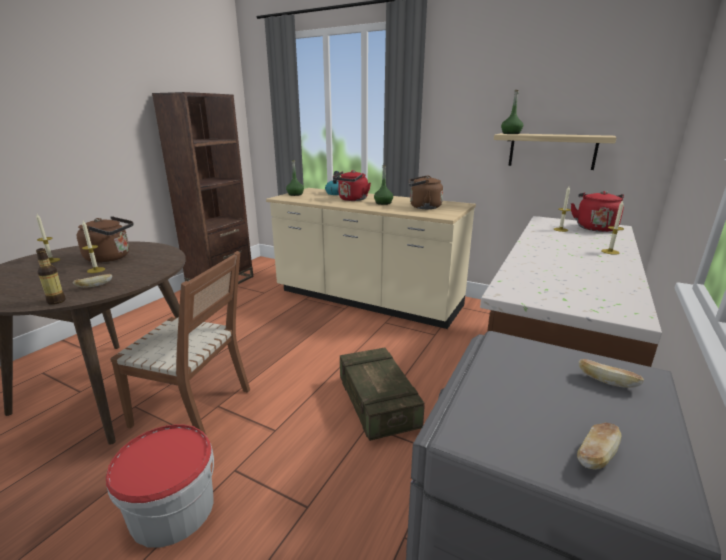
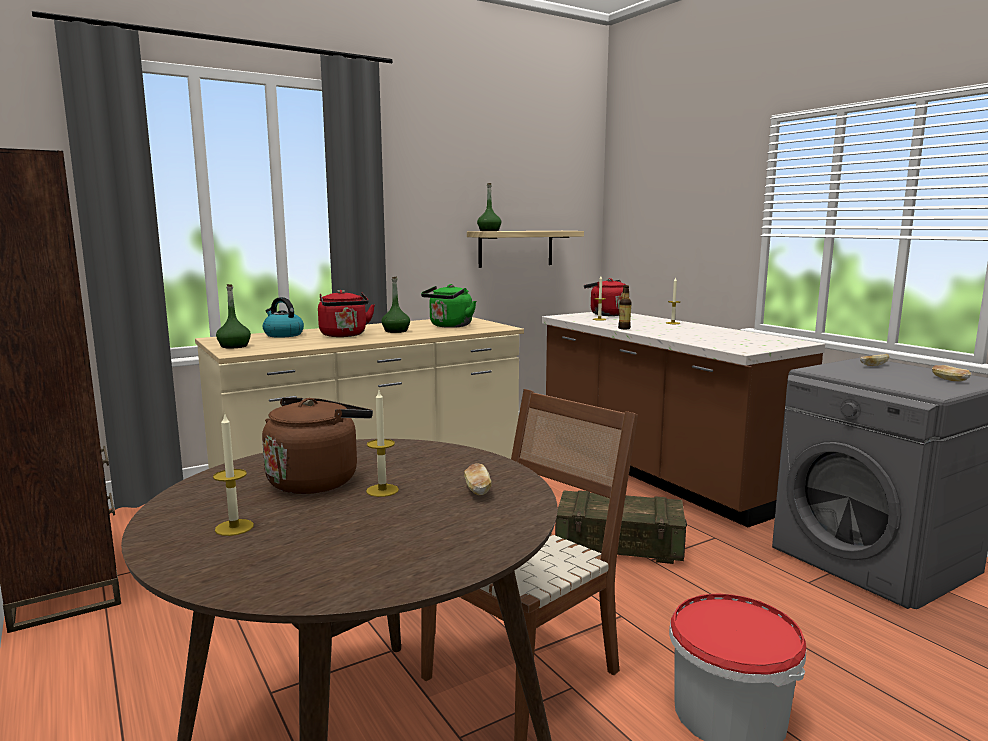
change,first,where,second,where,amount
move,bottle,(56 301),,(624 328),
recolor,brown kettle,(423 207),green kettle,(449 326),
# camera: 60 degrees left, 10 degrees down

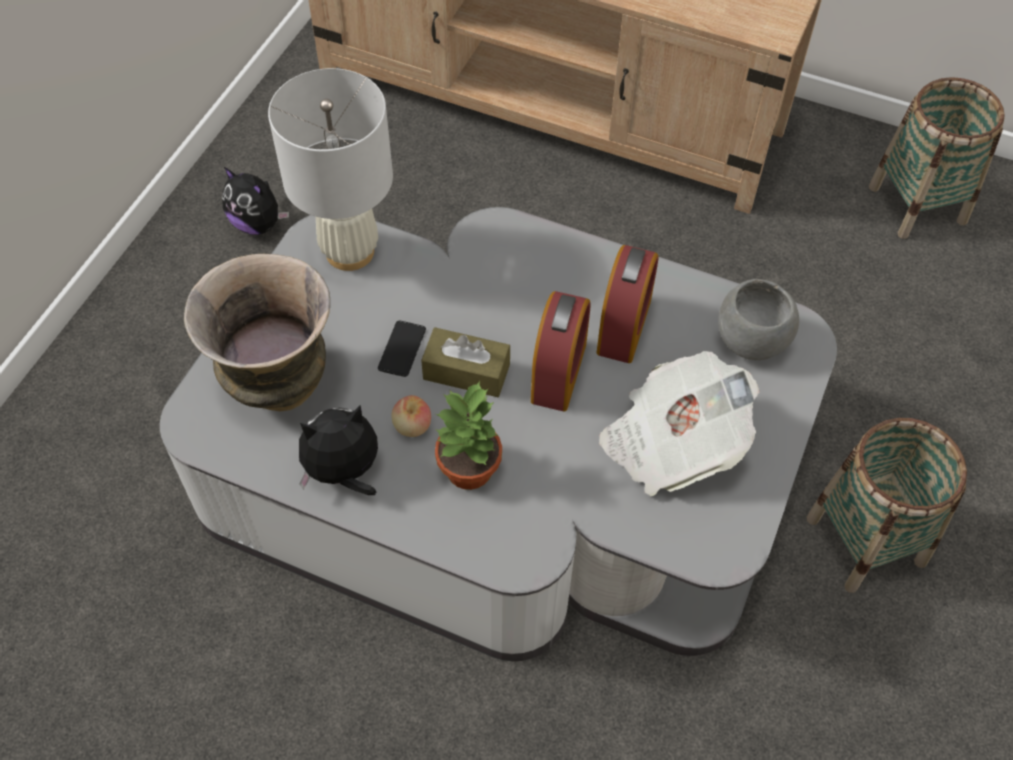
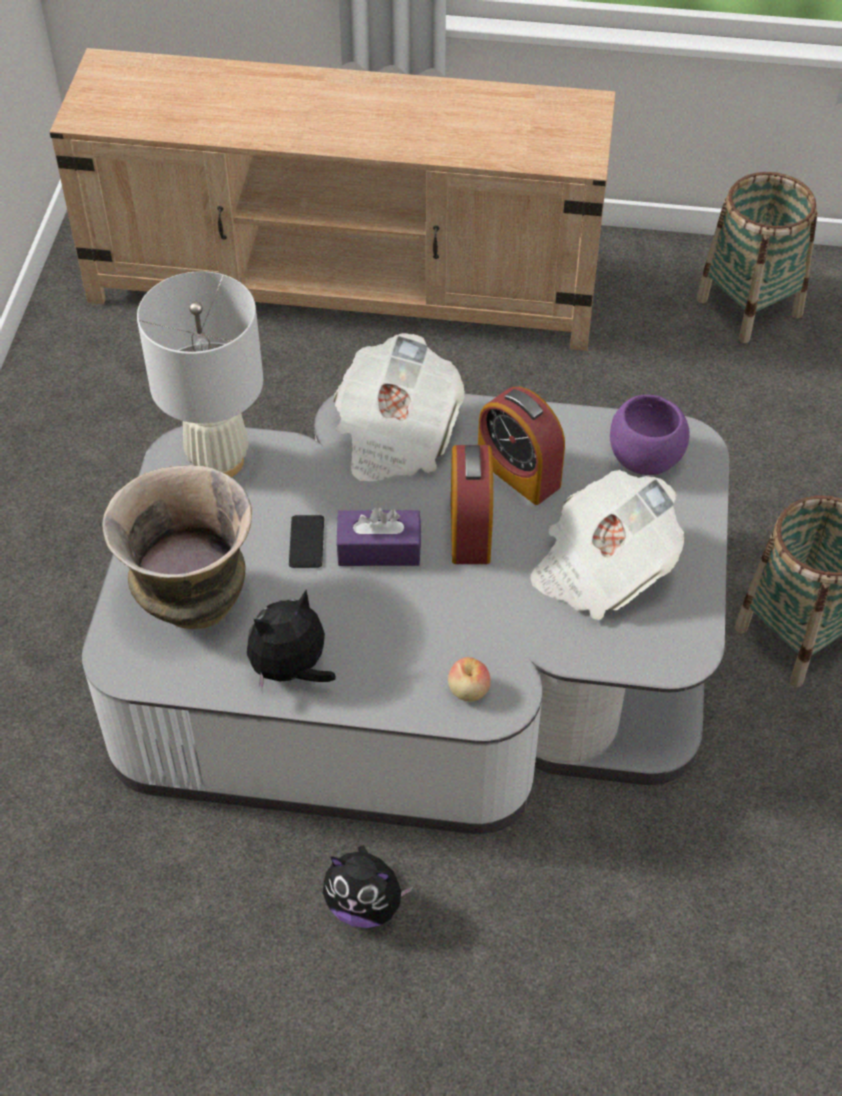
change,first,where,second,where,amount
delete,potted plant,(470 470),,,
insert,,,newspaper,(395 436),
move,plush toy,(258 223),,(365 905),
move,apple,(412 426),,(468 691),
recolor,brown tissue box,(466 372),purple tissue box,(379 549),
recolor,grey bowl,(751 341),purple bowl,(645 459),
rotate,alarm clock,(624 326),,(518 472),135 degrees clockwise
# camera: 15 degrees left, 5 degrees down

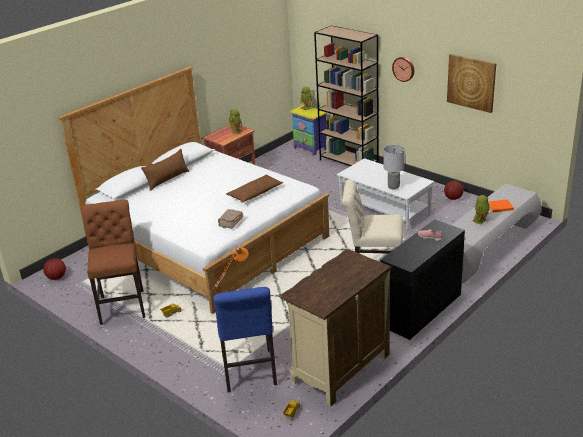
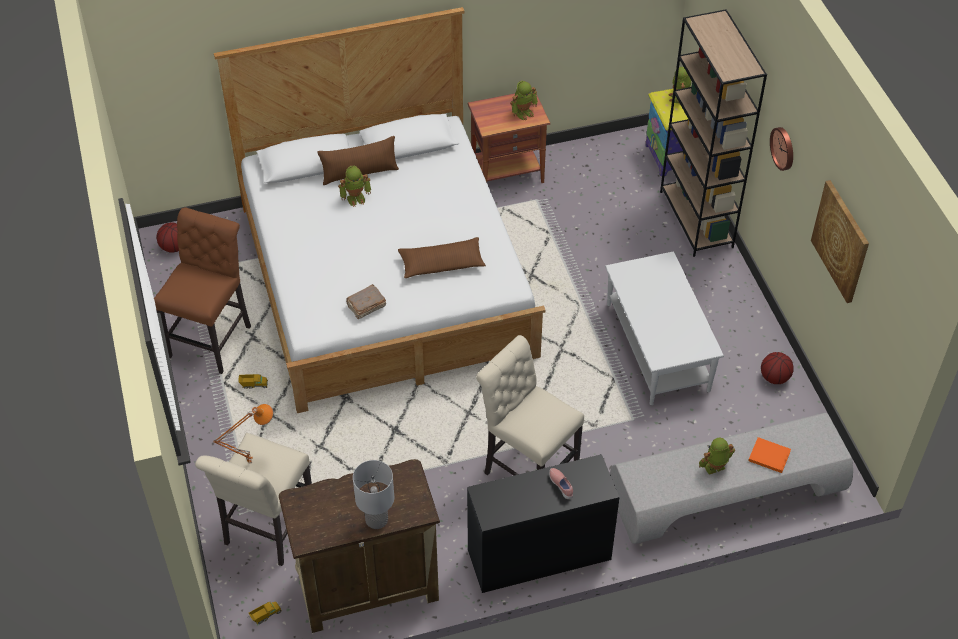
change,first,where,second,where,amount
insert,,,toy robot,(356 198),
move,grey table lamp,(393 187),,(377 521),
recolor,blue stool,(249 373),beige stool,(266 531),
# camera: 30 degrees right, 20 degrees up

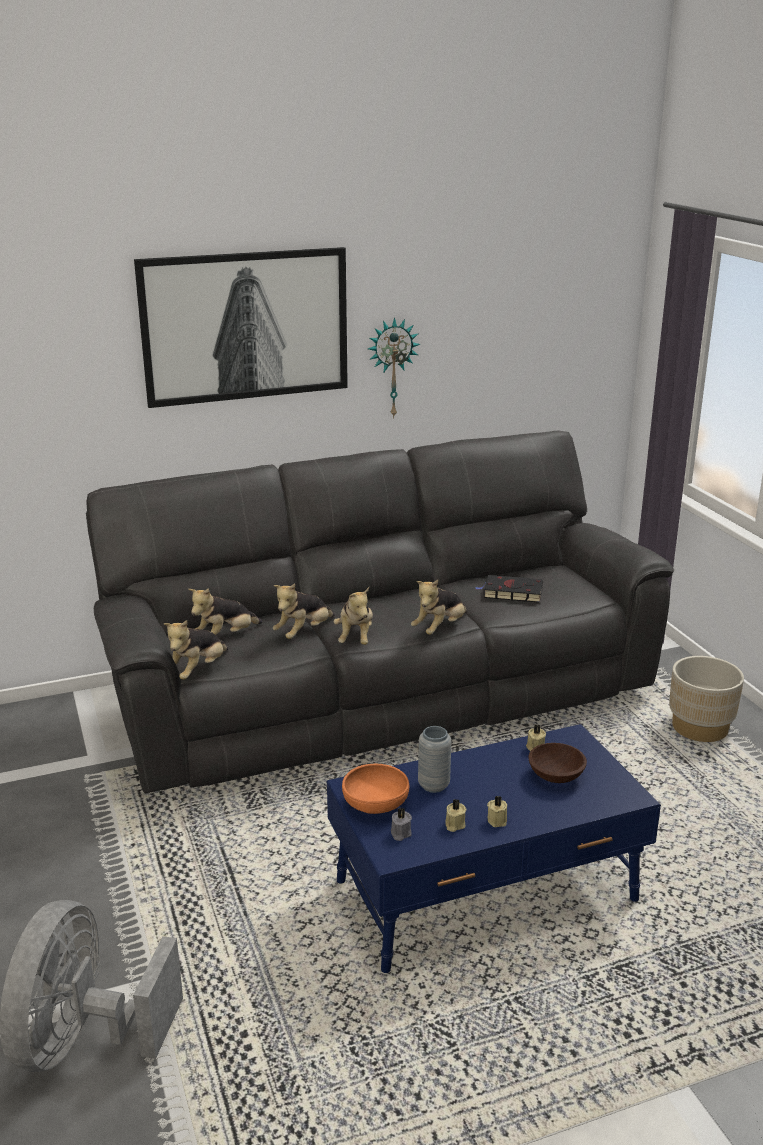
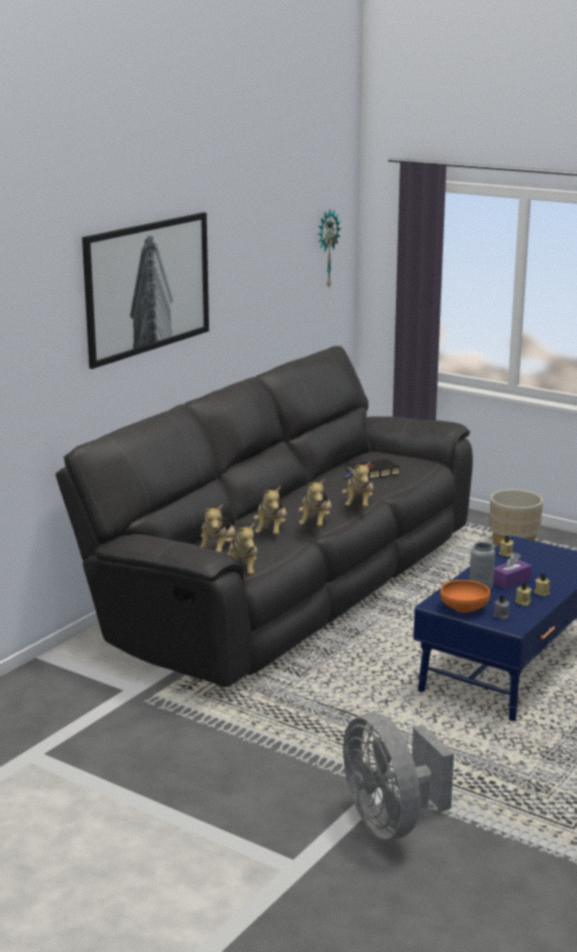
change,first,where,second,where,amount
delete,brown bowl,(557 776),,,
insert,,,purple tissue box,(510 581),
move,wall clock,(392 367),,(326 248),
rotate,plush toy,(355 637),,(316 524),45 degrees clockwise
# camera: 35 degrees left, 5 degrees down

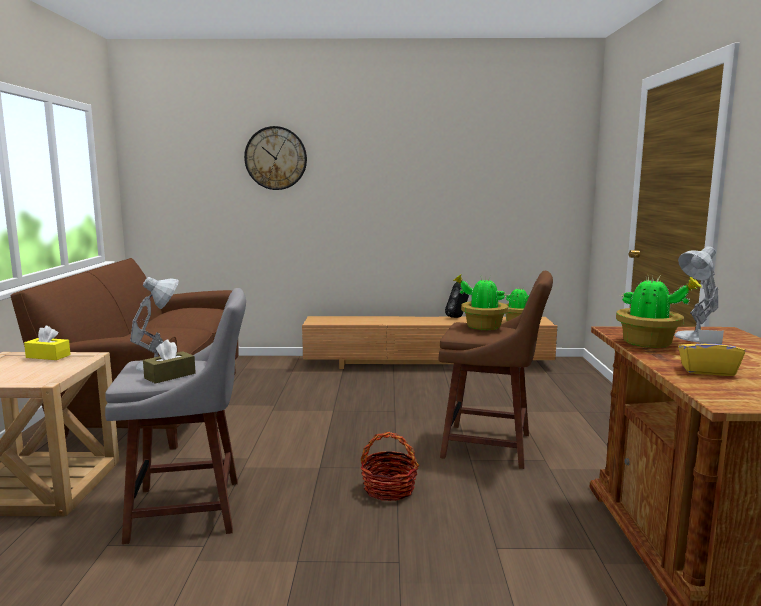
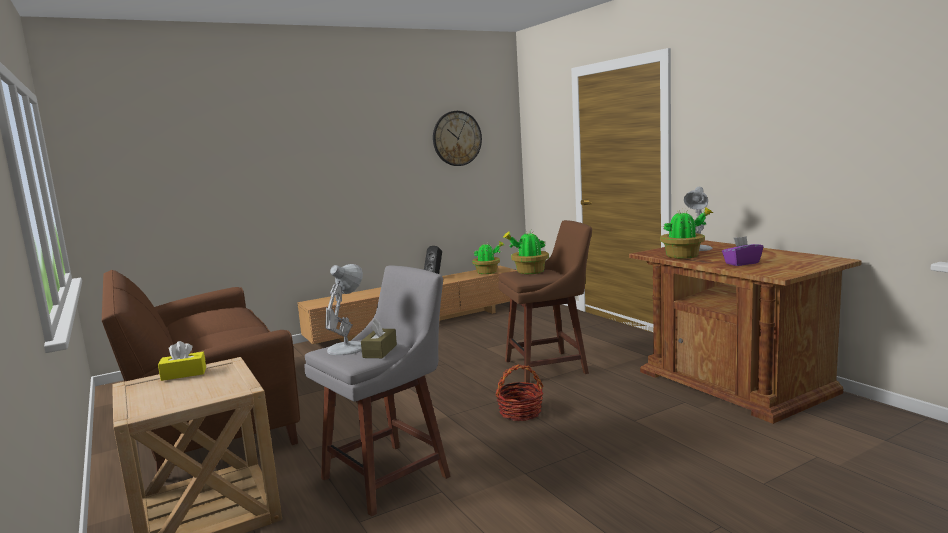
change,first,where,second,where,amount
move,wall clock,(276 158),,(457 138),
recolor,yellow tissue box,(707 371),purple tissue box,(741 263),
# camera: 30 degrees left, 0 degrees up

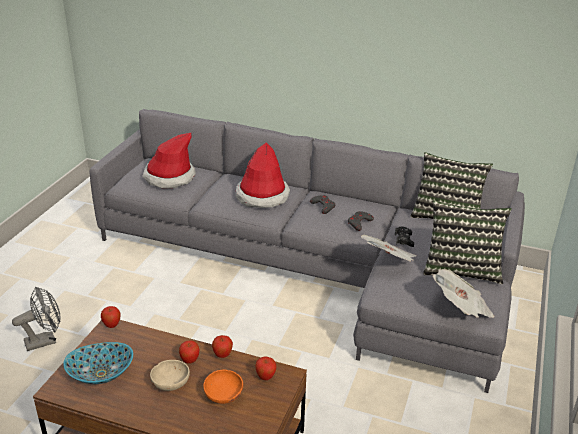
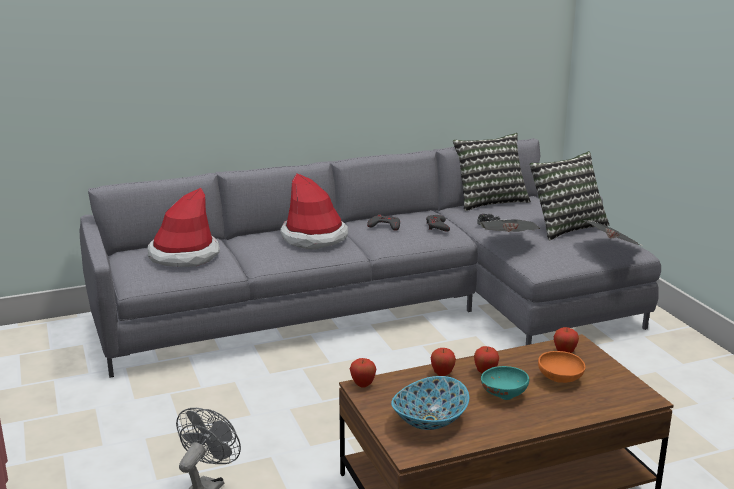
change,first,where,second,where,amount
move,apple,(222 355),,(442 374),
recolor,beige bowl,(171 384),turquoise bowl,(503 394),
# camera: 40 degrees left, 10 degrees down

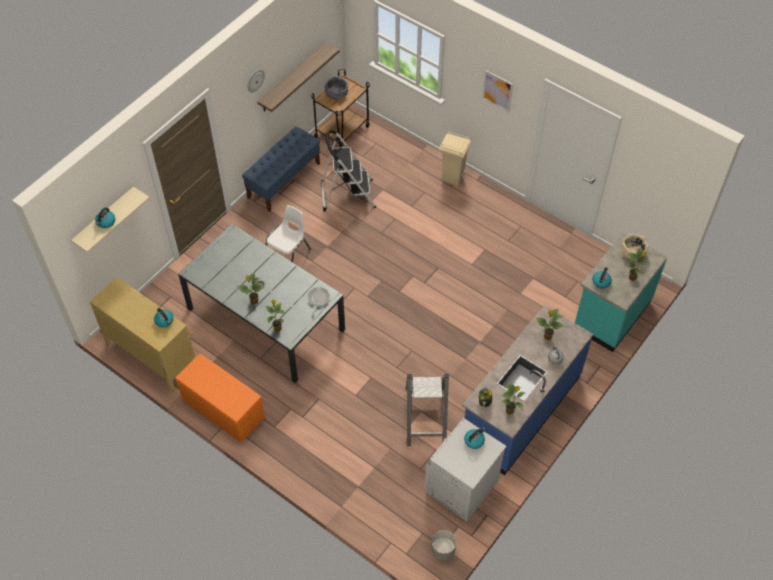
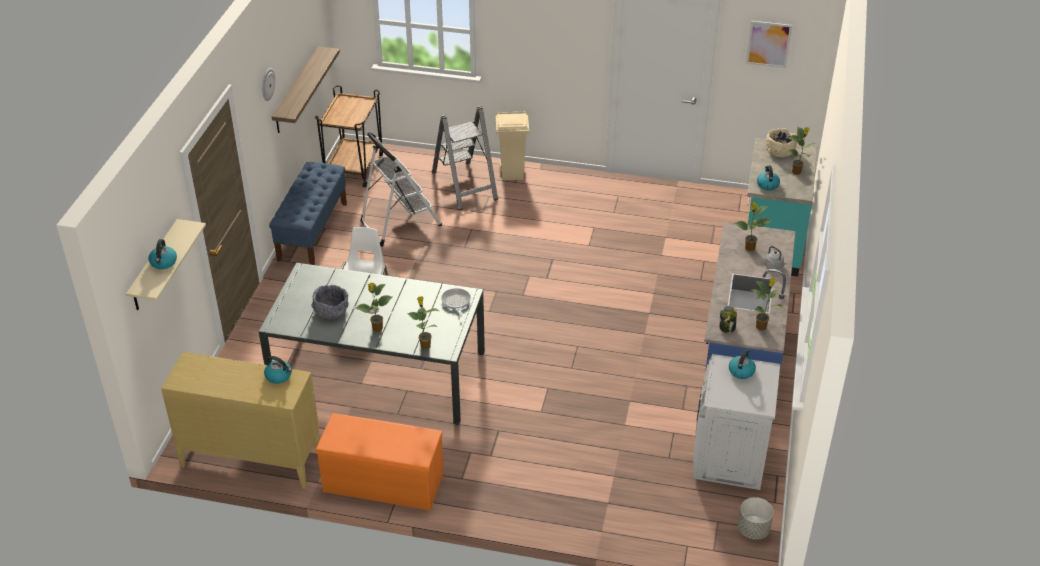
change,first,where,second,where,amount
move,grey bowl,(336 94),,(331 311),
move,grey step ladder,(425 417),,(464 186),
move,picture,(497 91),,(768 44),
# camera: 25 degrees left, 15 degrees down

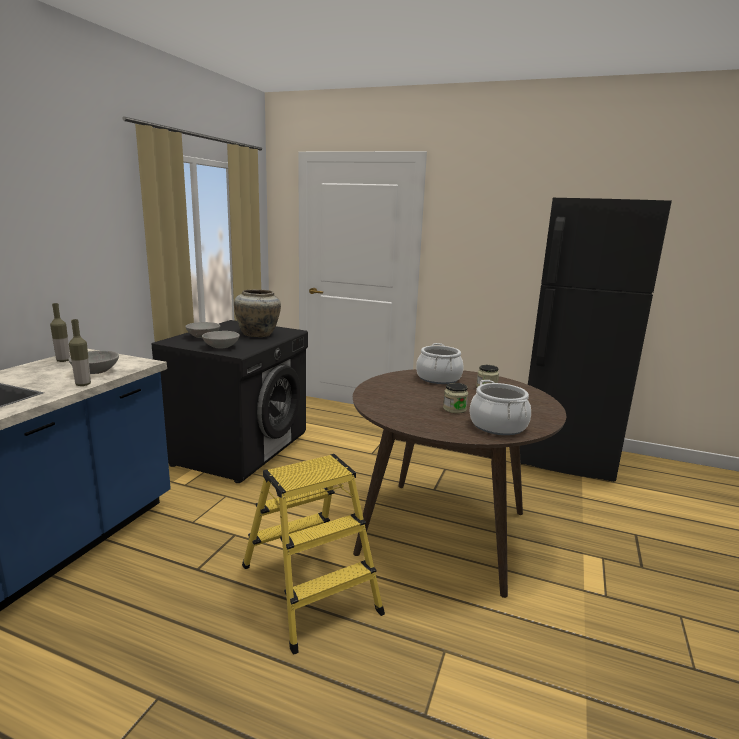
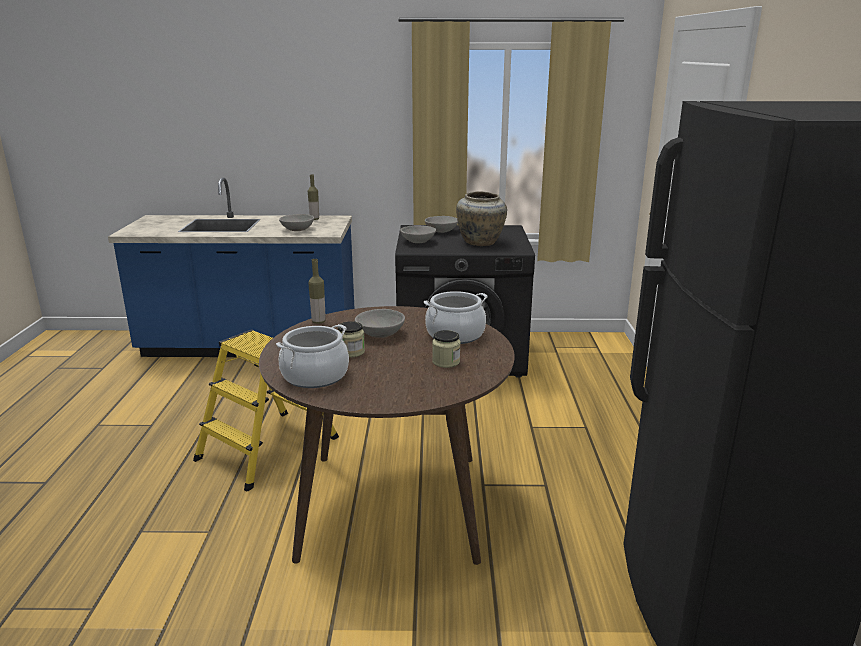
change,first,where,second,where,amount
insert,,,grey bowl,(380 334),
move,bottle,(83 384),,(318 322),
# camera: 70 degrees right, 5 degrees up

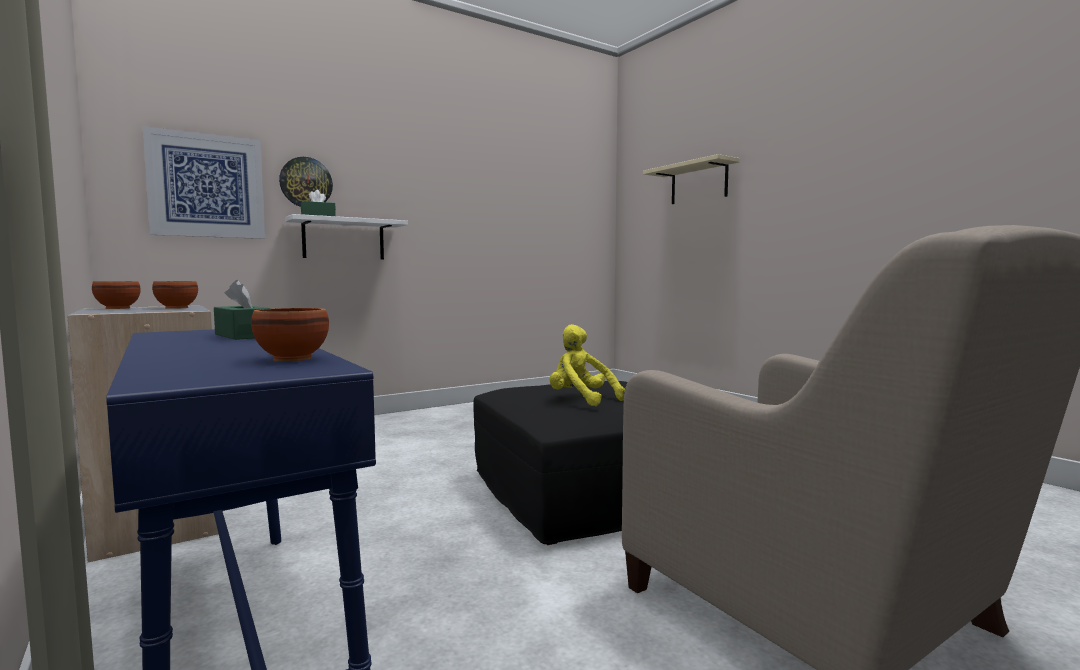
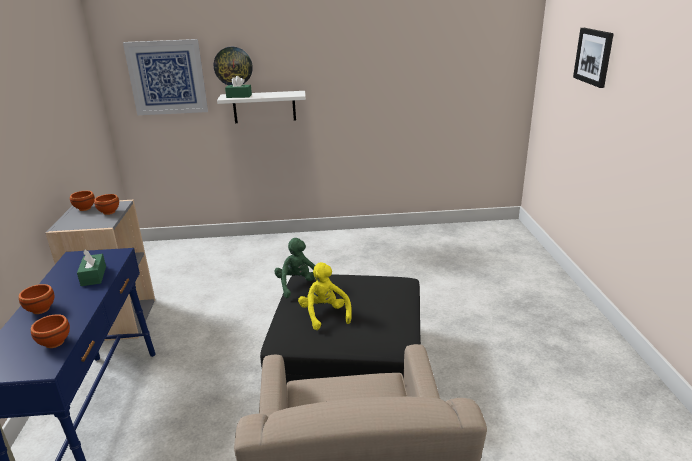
change,first,where,second,where,amount
insert,,,brown bowl,(41 309),
insert,,,green plush toy,(298 286),
replace,beige shelf,(699 183),picture,(594 56),
# camera: 30 degrees right, 20 degrees up

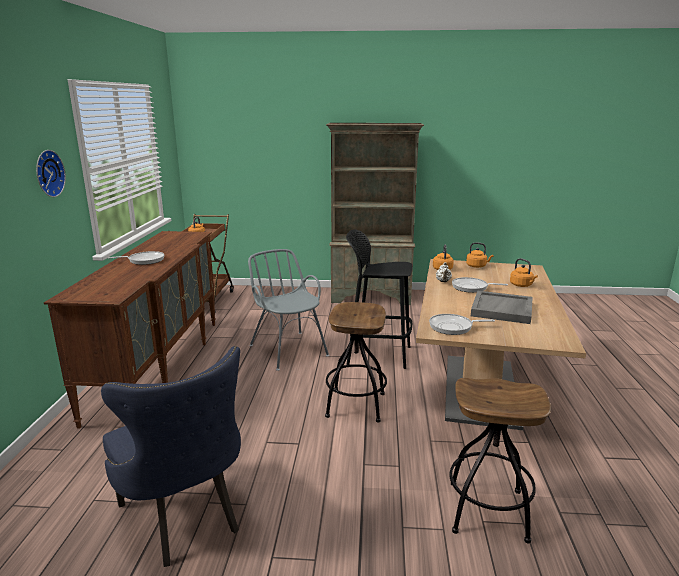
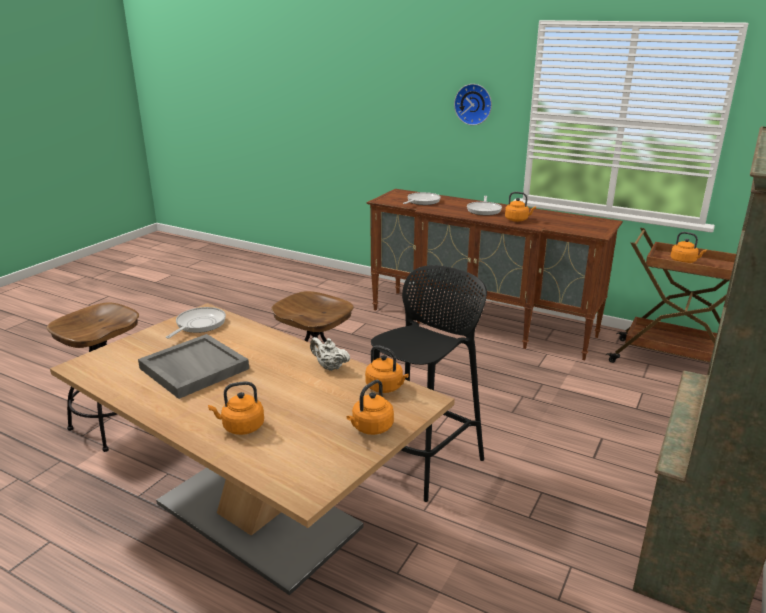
change,first,where,second,where,amount
delete,blue chair,(185 517),,,
delete,grey chair,(287 349),,,
insert,,,orange kettle,(517 220),
move,frying pan,(472 287),,(422 201),
# camera: 115 degrees right, 5 degrees up

